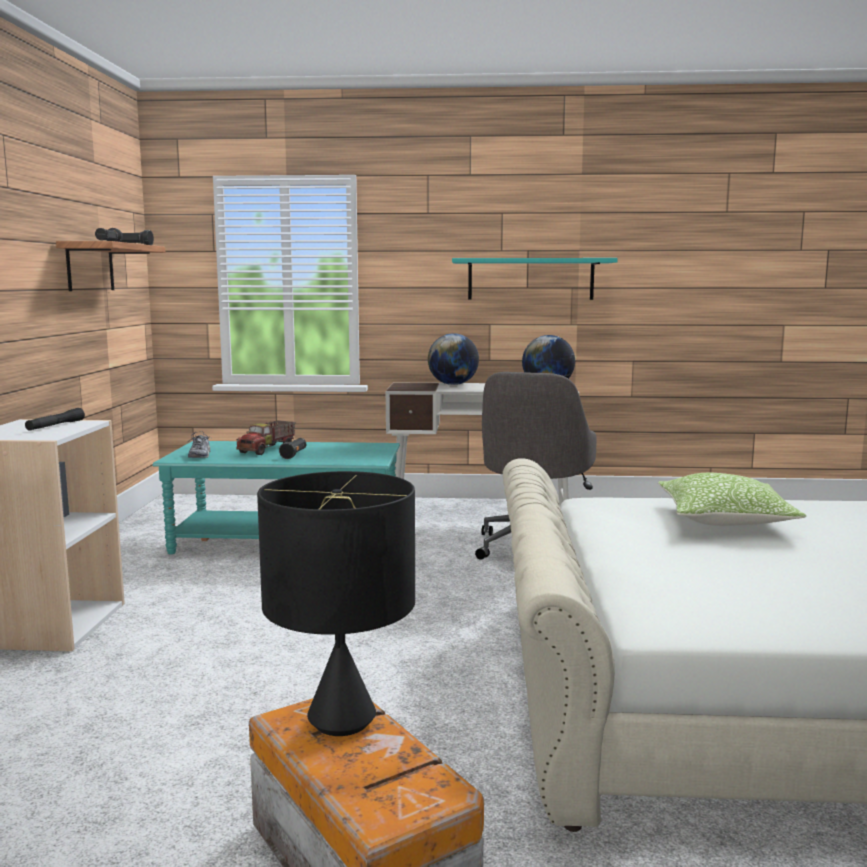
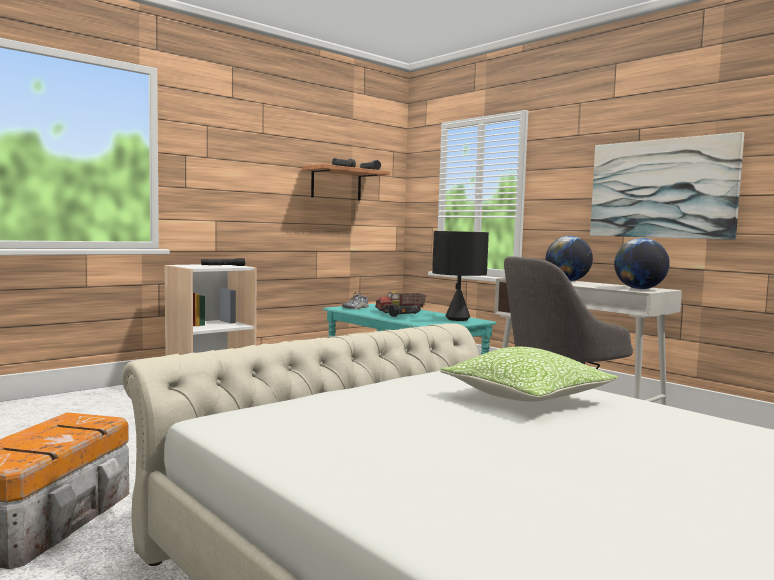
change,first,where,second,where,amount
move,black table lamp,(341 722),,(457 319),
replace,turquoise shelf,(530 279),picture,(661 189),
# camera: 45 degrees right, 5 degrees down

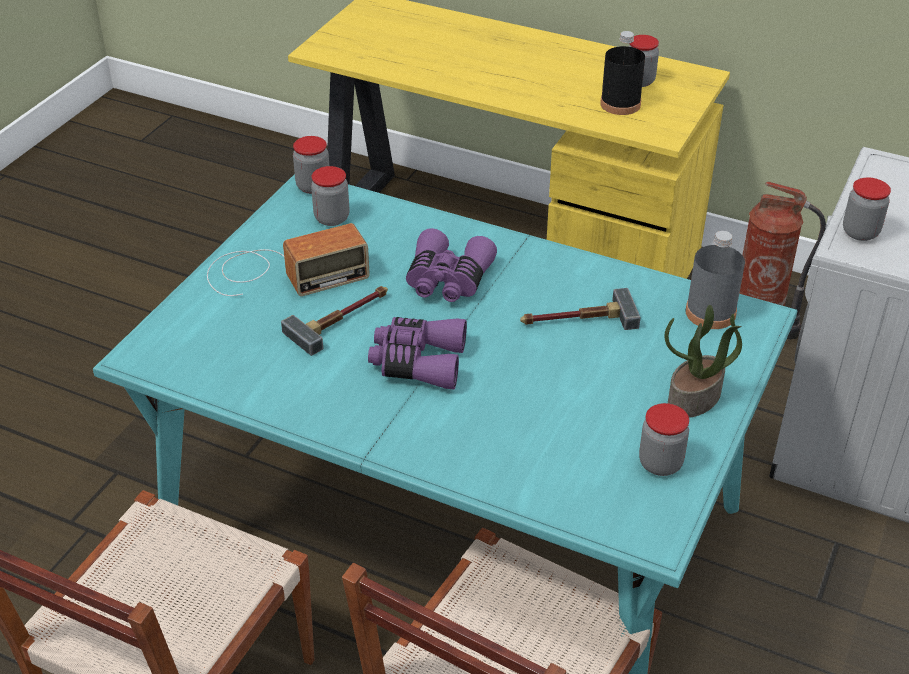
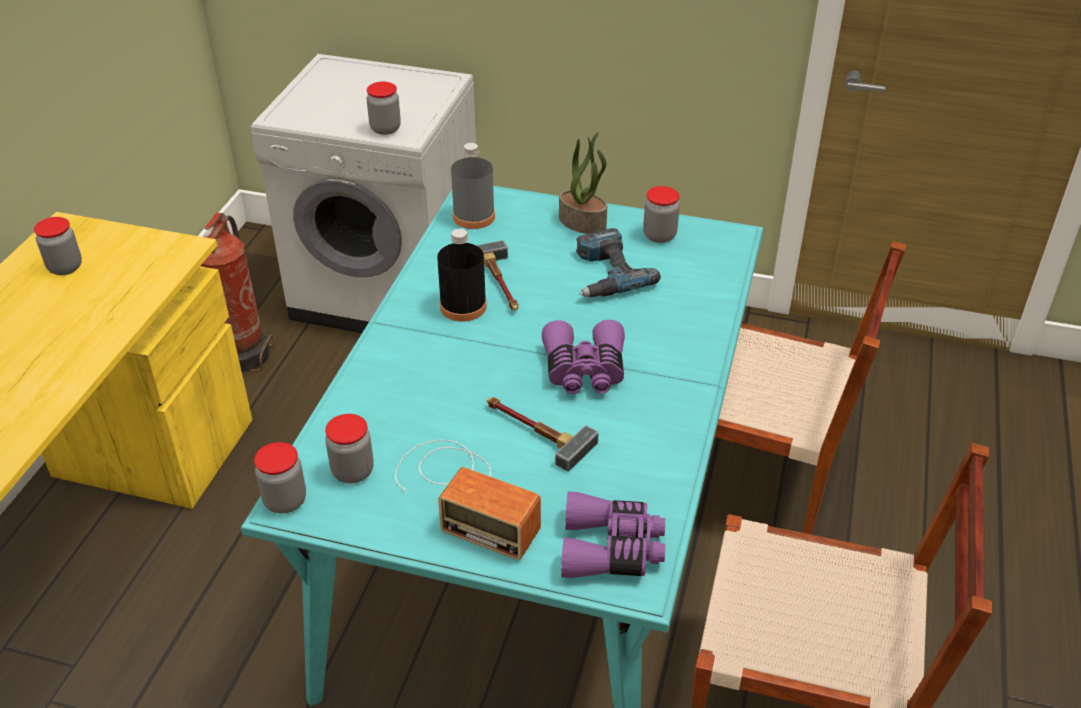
change,first,where,second,where,amount
insert,,,power drill,(605 273),
move,purple binoculars,(447 280),,(611 549),
move,black bottle,(620 104),,(463 306),
rotate,radio,(281 272),,(465 494),150 degrees clockwise
# camera: 100 degrees left, 0 degrees up

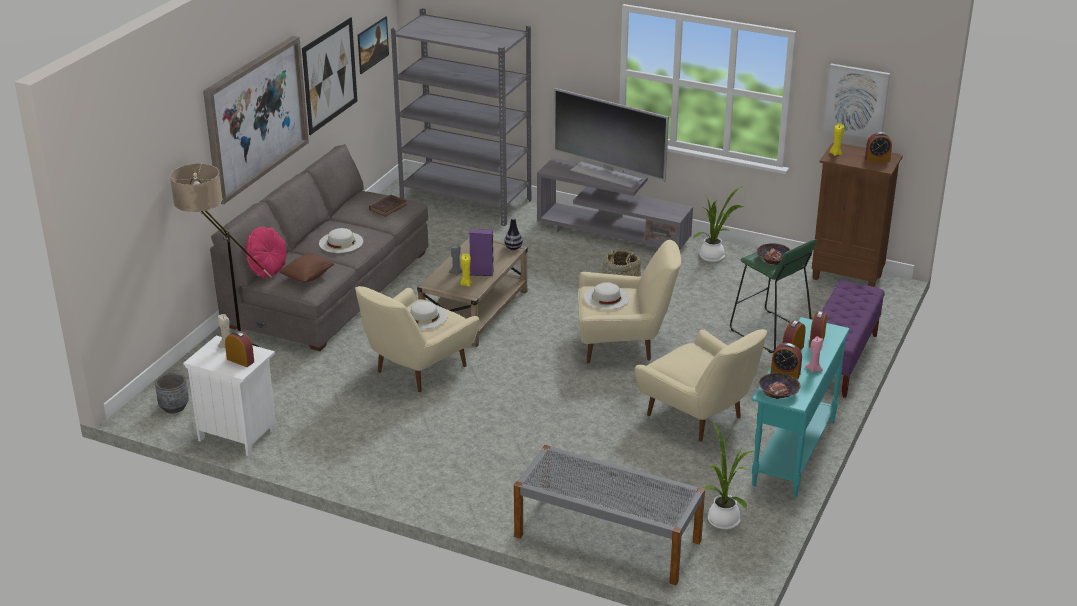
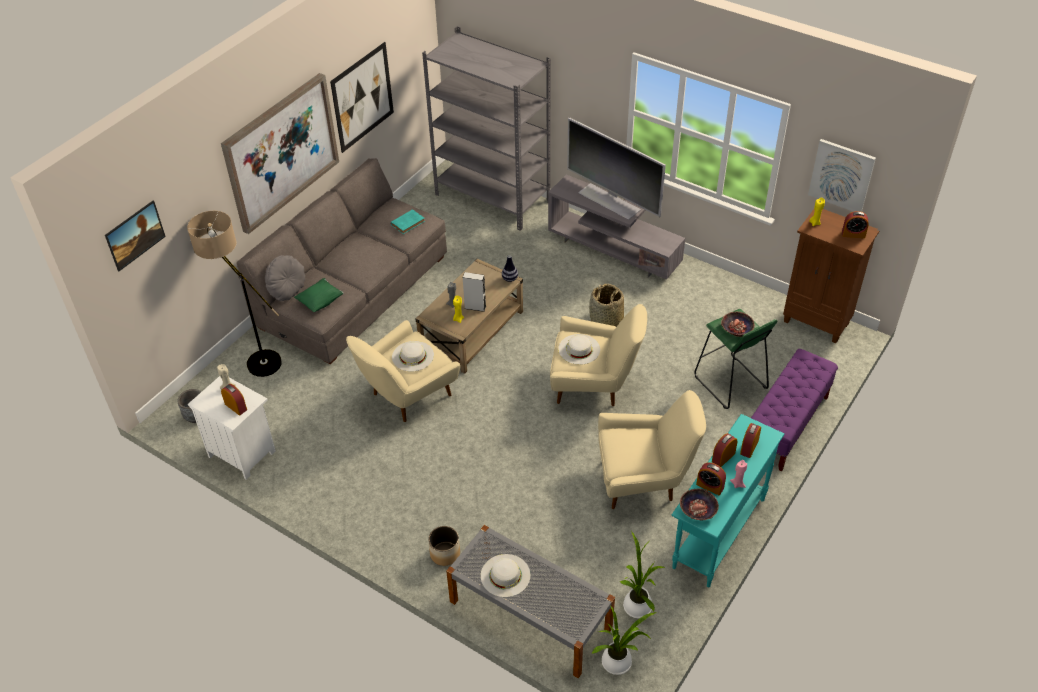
change,first,where,second,where,amount
insert,,,planter,(445 553),
move,white hat,(341 242),,(505 575),
move,picture,(373 54),,(138 244),
move,potted plant,(714 256),,(619 662),
recolor,pink pillow,(268 272),grey pillow,(288 292),
recolor,brown pillow,(307 277),green pillow,(320 302),
recolor,brown book,(388 207),turquoise book,(408 223),
recolor,purple speaker,(481 273),grey speaker,(475 307),
rotate,beige armchair,(700 418),,(643 481),60 degrees counterclockwise
# camera: 10 degrees right, 15 degrees up

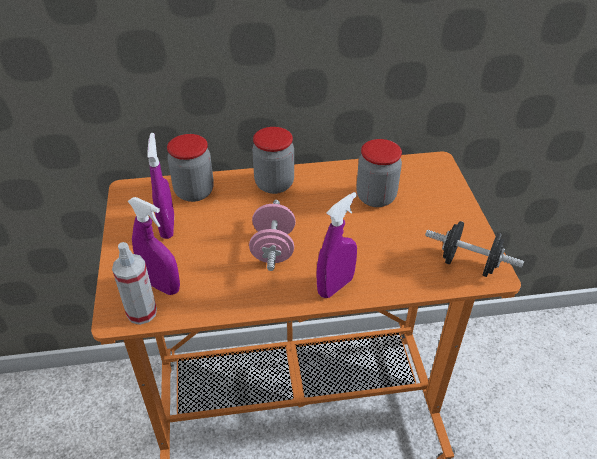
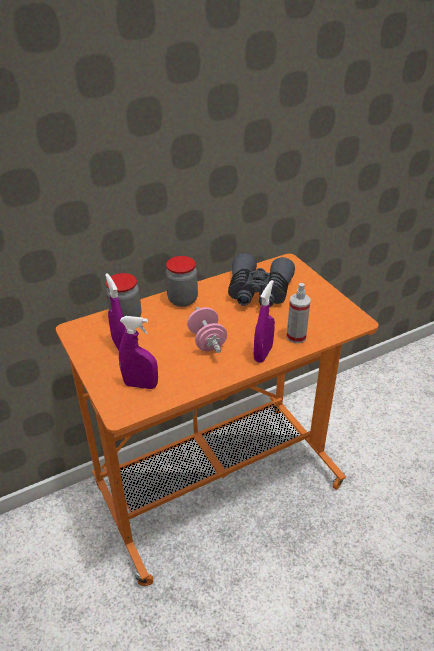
change,first,where,second,where,amount
delete,black dumbbell,(468 264),,,
move,spray bottle,(142 312),,(296 337),
replace,jar,(376 197),grey binoculars,(259 292),
# camera: 20 degrees left, 5 degrees down

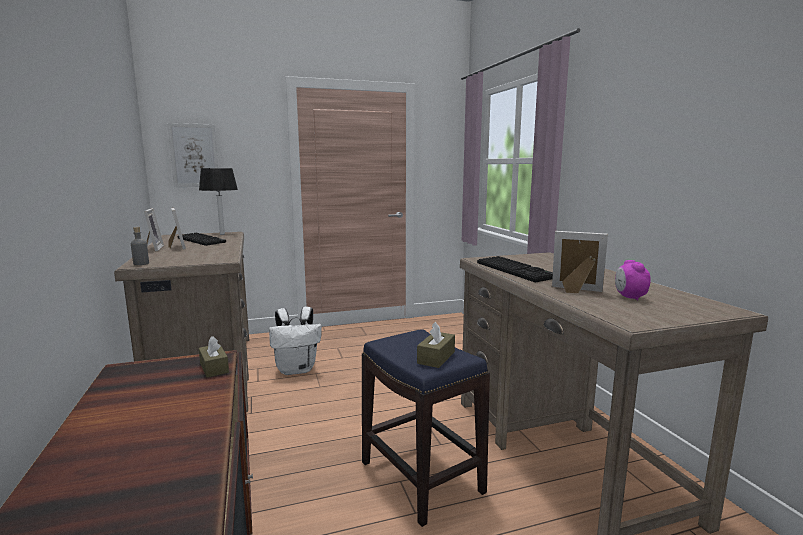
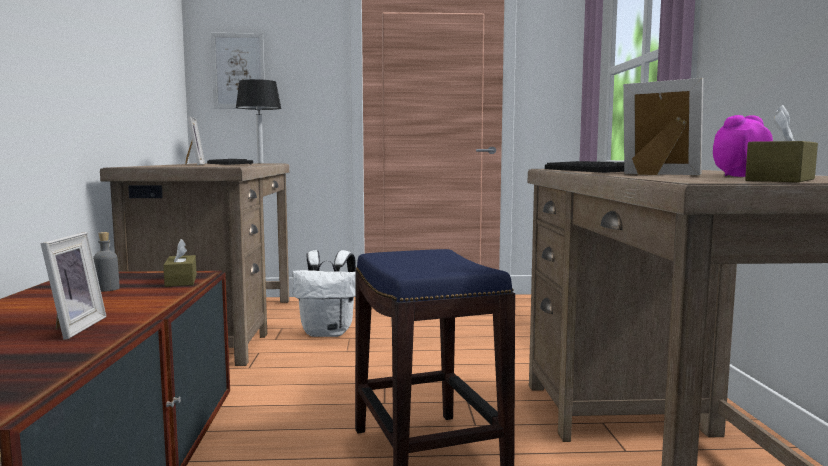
change,first,where,second,where,amount
move,grey bottle,(141 264),,(107 289),
move,picture frame,(152 249),,(71 328),
move,brown tissue box,(436 357),,(780 180),
rotate,alarm clock,(629 297),,(739 176),60 degrees clockwise
# camera: 15 degrees right, 5 degrees down

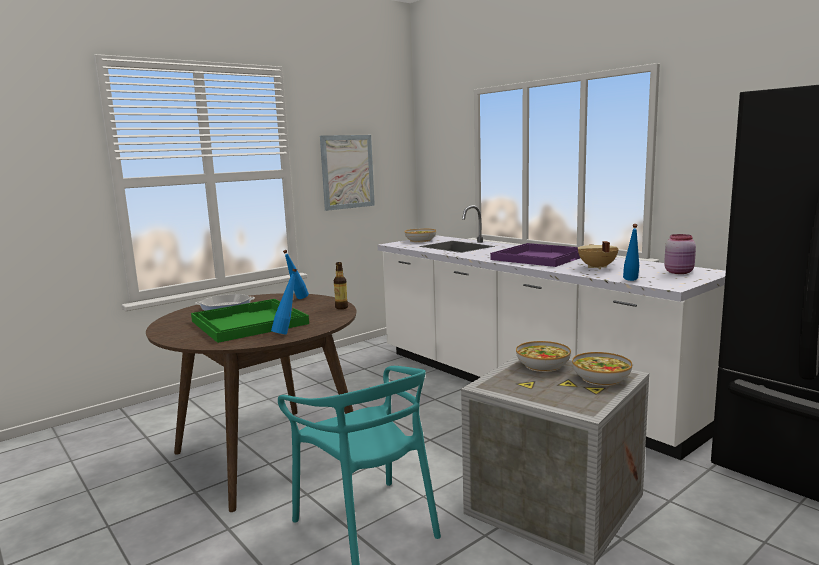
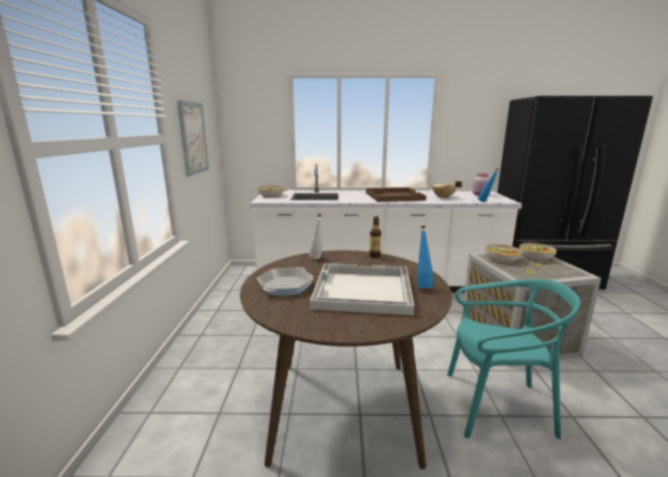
change,first,where,second,where,amount
recolor,green tray,(248 322),white tray,(362 290),
recolor,blue bottle,(297 299),white bottle,(317 259),
recolor,purple tray,(539 257),brown tray,(393 196),
# camera: 50 degrees left, 5 degrees up

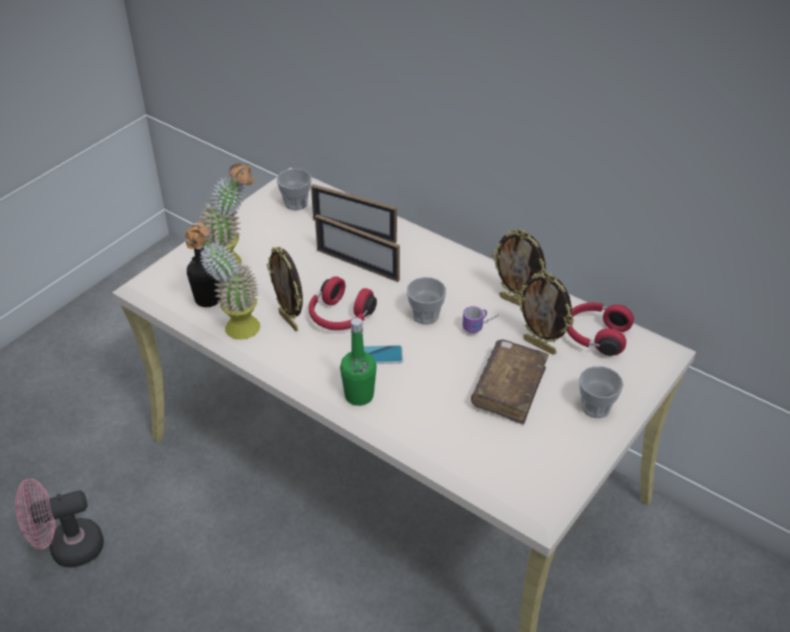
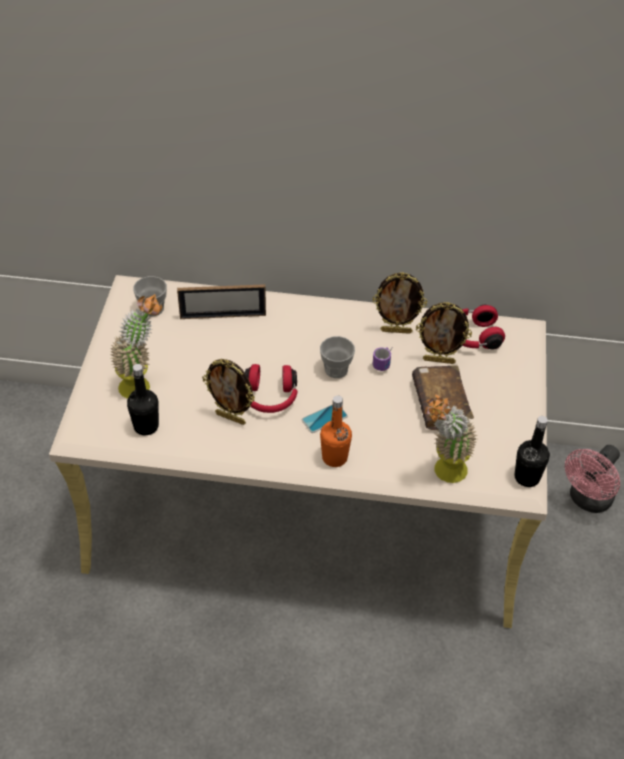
change,first,where,second,where,amount
delete,picture frame,(357 265),,,
delete,cup,(595 407),,,
insert,,,black bottle,(527 477),
move,pink fan,(68 549),,(587 500),
move,potted plant,(232 327),,(443 473),
recolor,green bottle,(359 395),orange bottle,(334 457),
# camera: 30 degrees left, 5 degrees up

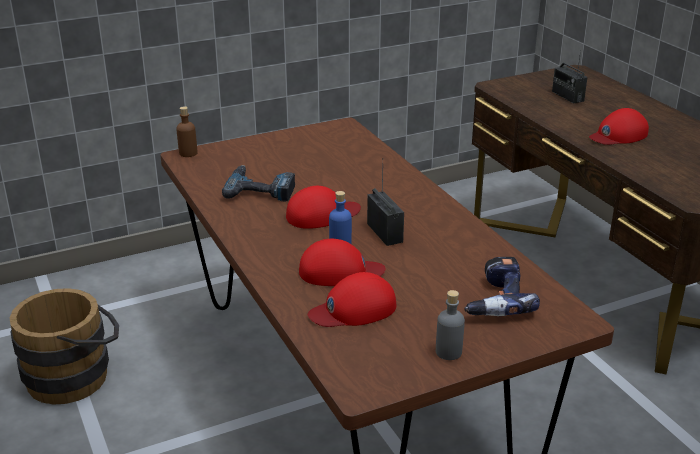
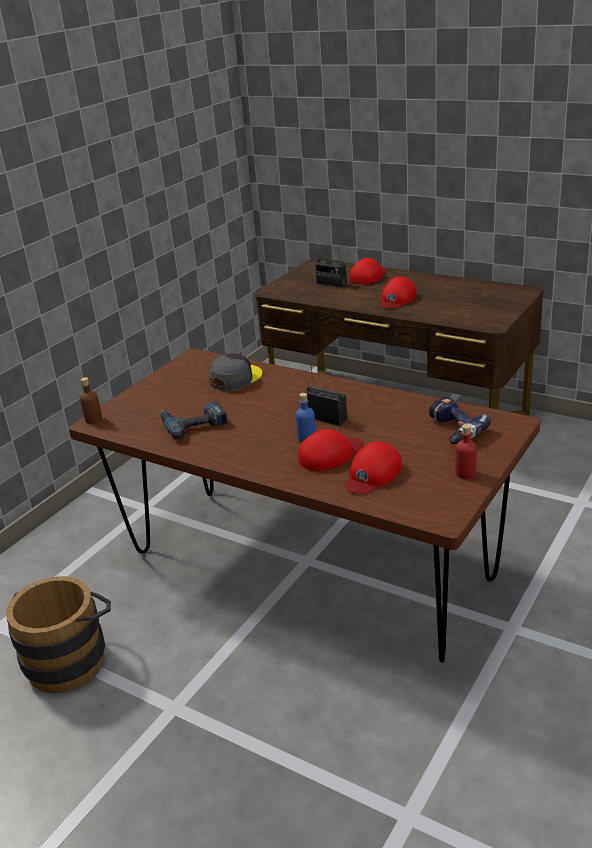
change,first,where,second,where,amount
insert,,,grey cap,(235 378),
move,red cap,(322 214),,(368 276),
recolor,grey bottle,(448 352),red bottle,(465 473),
# camera: 30 degrees left, 0 degrees up

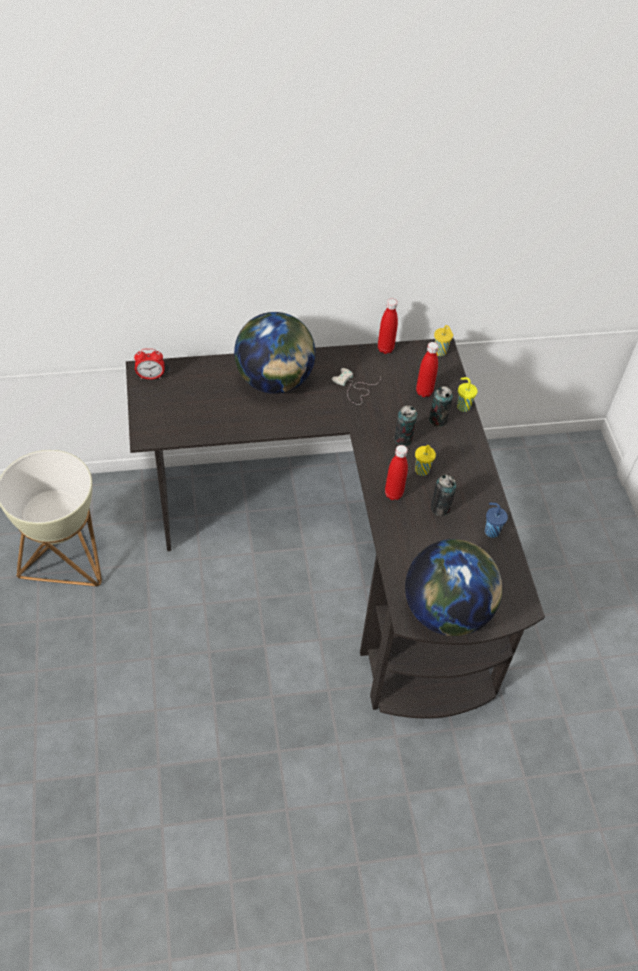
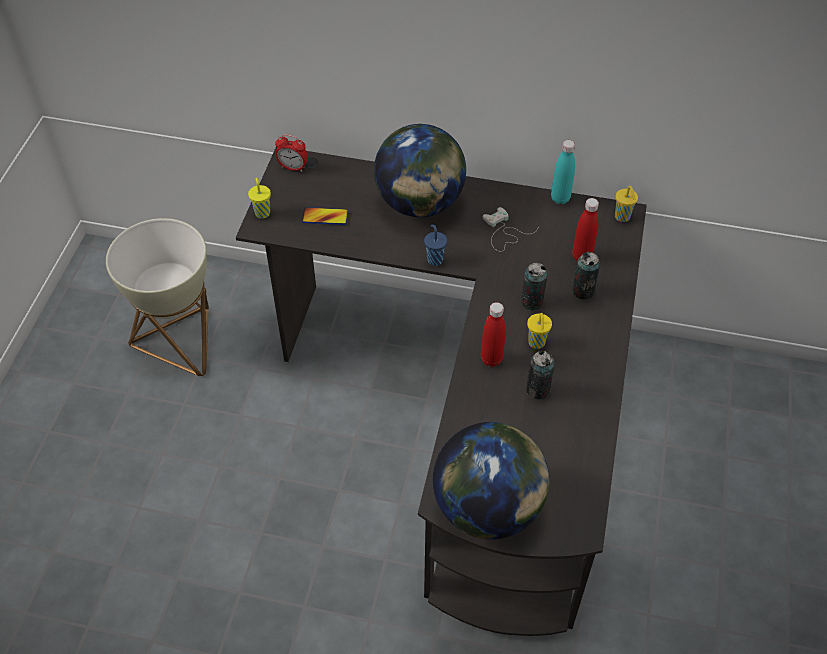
change,first,where,second,where,amount
insert,,,phone,(325 217),
move,yellow cup,(462 406),,(262 212),
move,blue cup,(491 531),,(434 259),
recolor,red bottle,(385 349),turquoise bottle,(560 198),
# camera: 25 degrees right, 0 degrees up

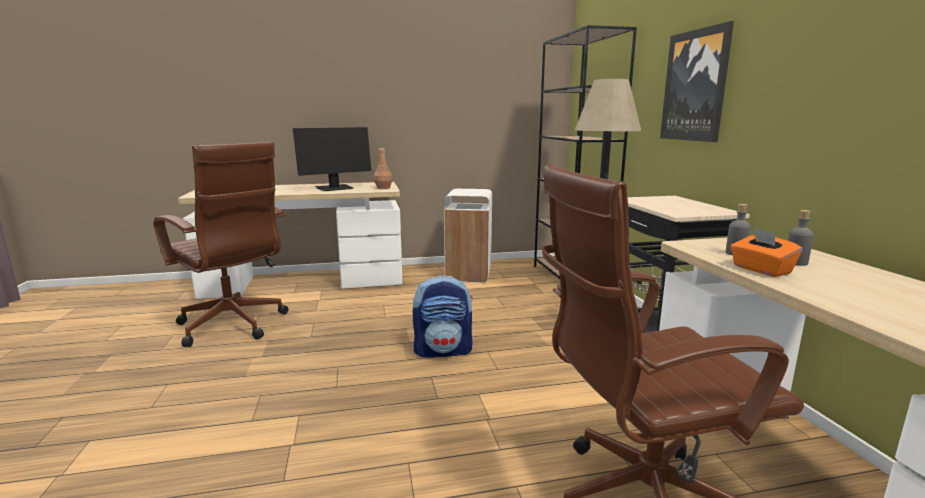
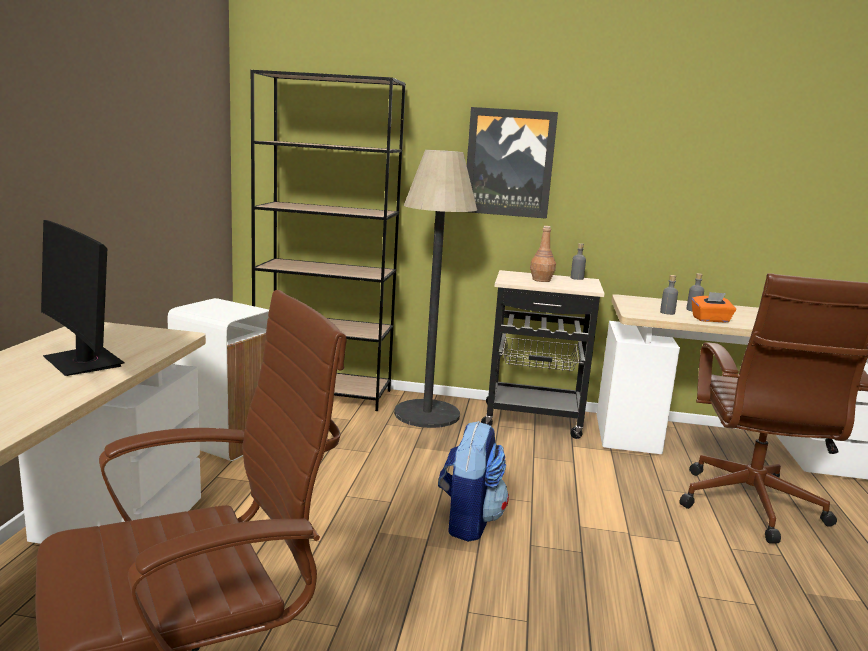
change,first,where,second,where,amount
insert,,,grey bottle,(577 278),
move,brown bottle,(383 188),,(541 280),
rotate,monitor,(334 188),,(83 362),150 degrees clockwise
# camera: 70 degrees left, 0 degrees up

